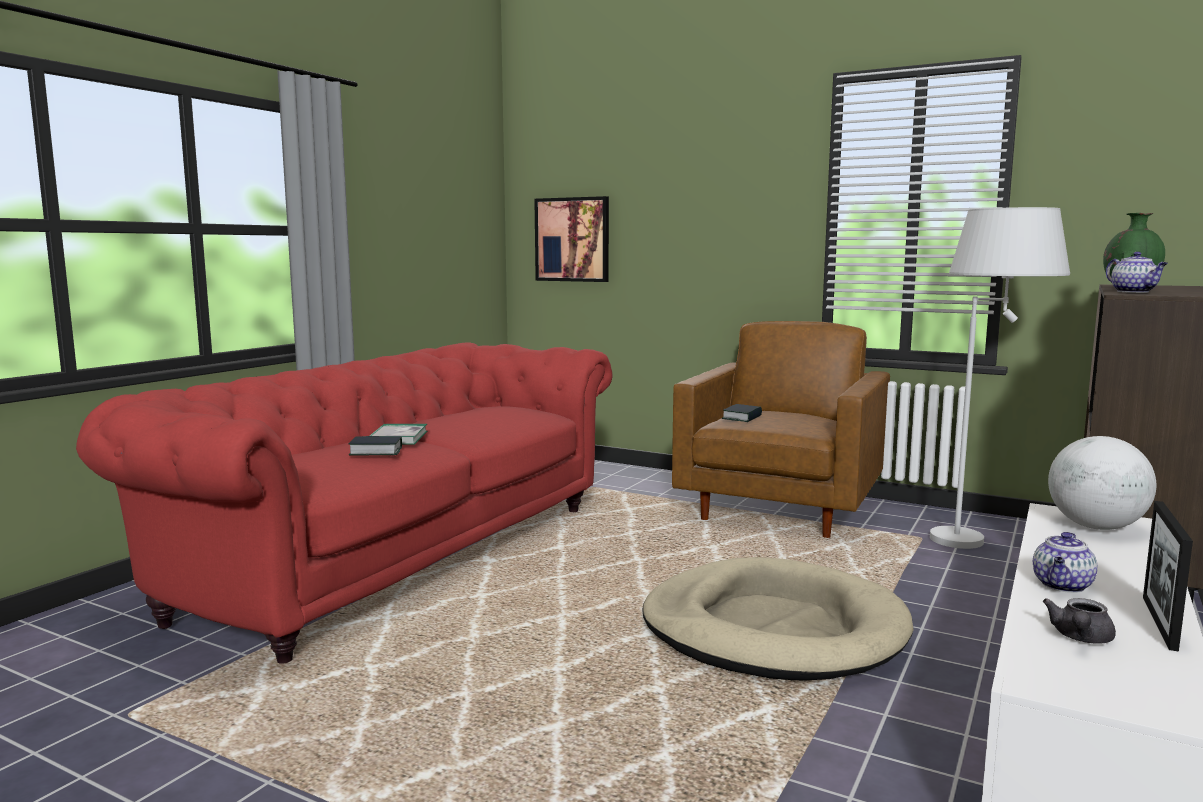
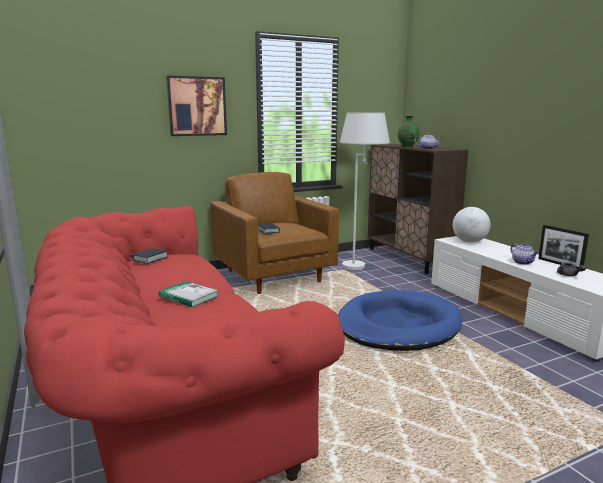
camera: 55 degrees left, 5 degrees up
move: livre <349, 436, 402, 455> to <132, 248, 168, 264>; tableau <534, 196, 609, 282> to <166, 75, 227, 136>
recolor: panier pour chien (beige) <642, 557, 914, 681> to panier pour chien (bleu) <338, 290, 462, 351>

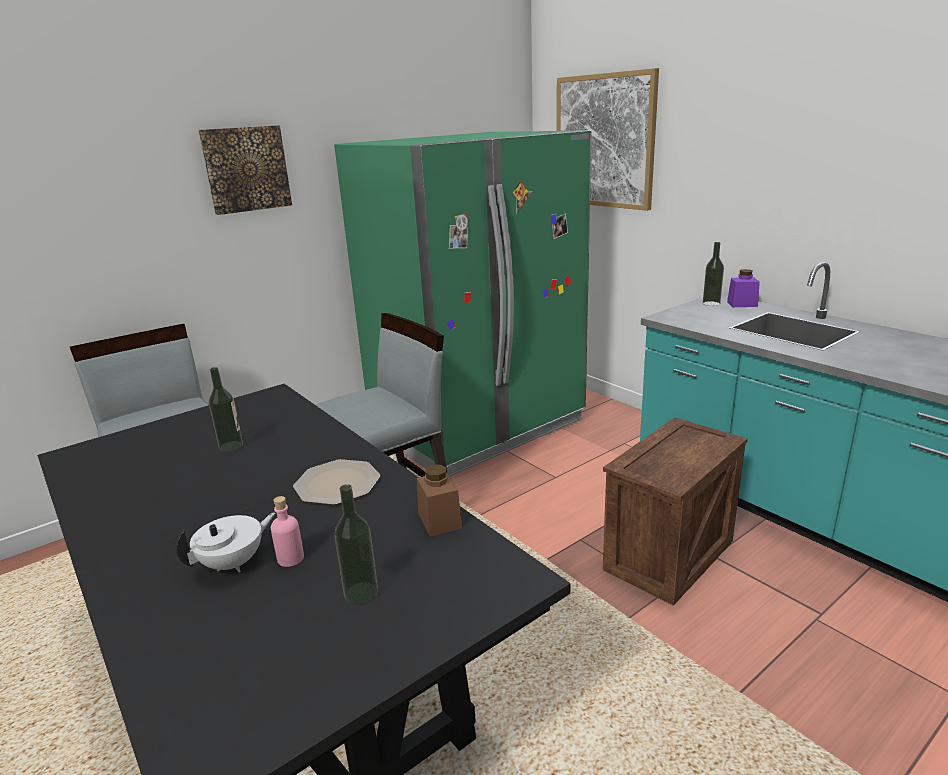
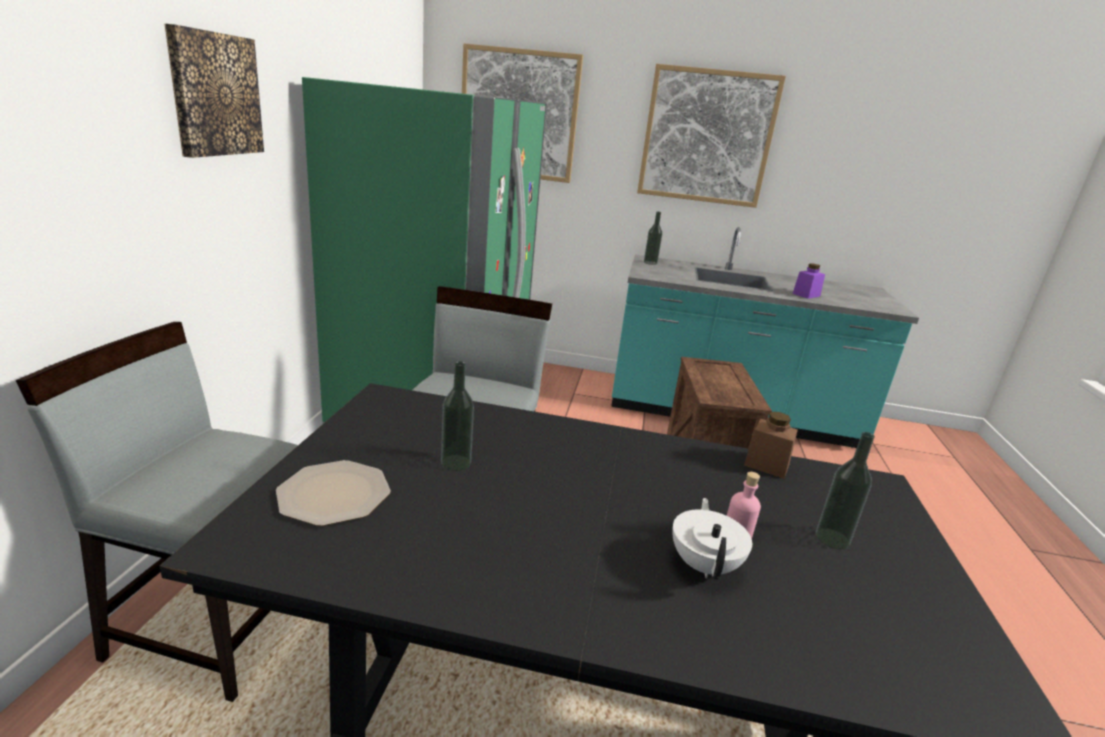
camera: 45 degrees left, 0 degrees up
insert: tableau <637, 64, 786, 208>
move: assiette <293, 459, 380, 505> to <276, 460, 391, 526>; bocal (violet) <727, 269, 760, 307> to <793, 263, 825, 299>

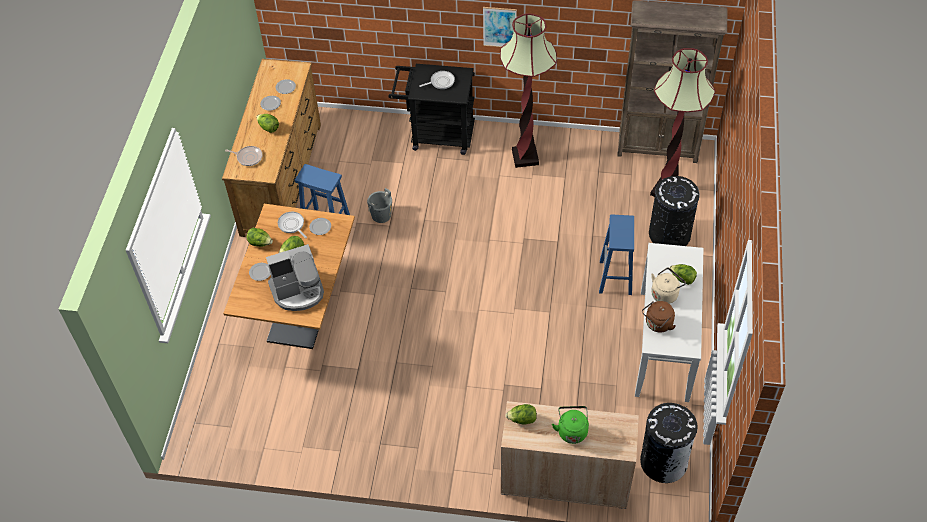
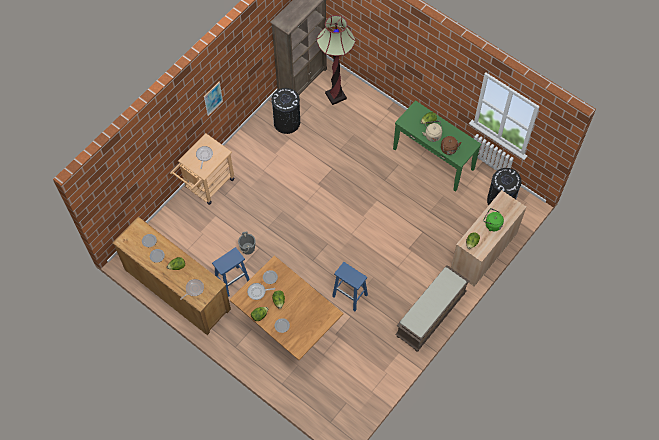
camera: 60 degrees left, 10 degrees up
delete: machine à café <266, 244, 324, 311>; lampadaire <500, 13, 557, 168>
insert: banc (marron) <395, 265, 470, 352>
move: tabouret (bleu) <599, 214, 634, 295> to <332, 262, 368, 311>; poubelle (noir) <649, 176, 699, 246> to <272, 88, 300, 134>
recolor: chariot (noir) <388, 64, 475, 155> to chariot (beige) <170, 133, 234, 205>; table console (blanc) <635, 243, 703, 402> to table console (vert) <393, 100, 481, 192>

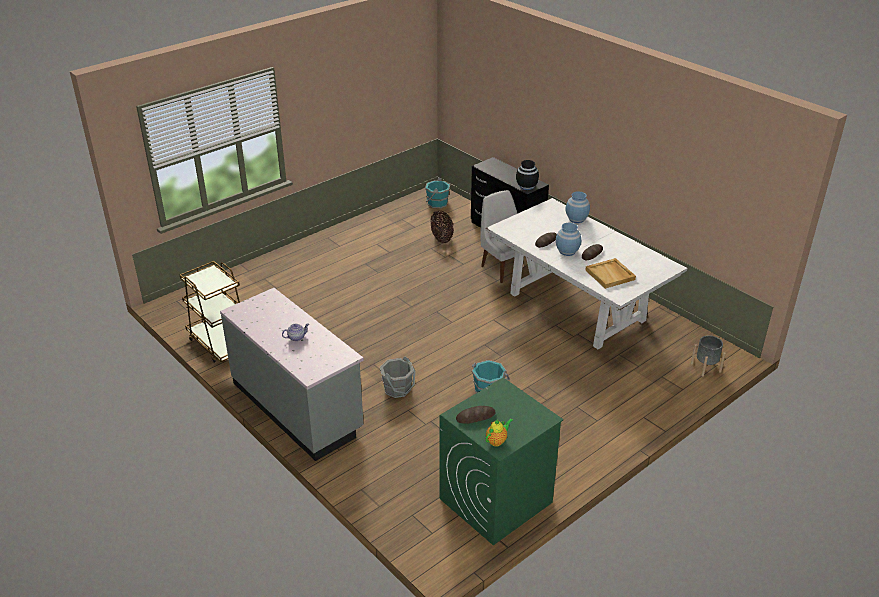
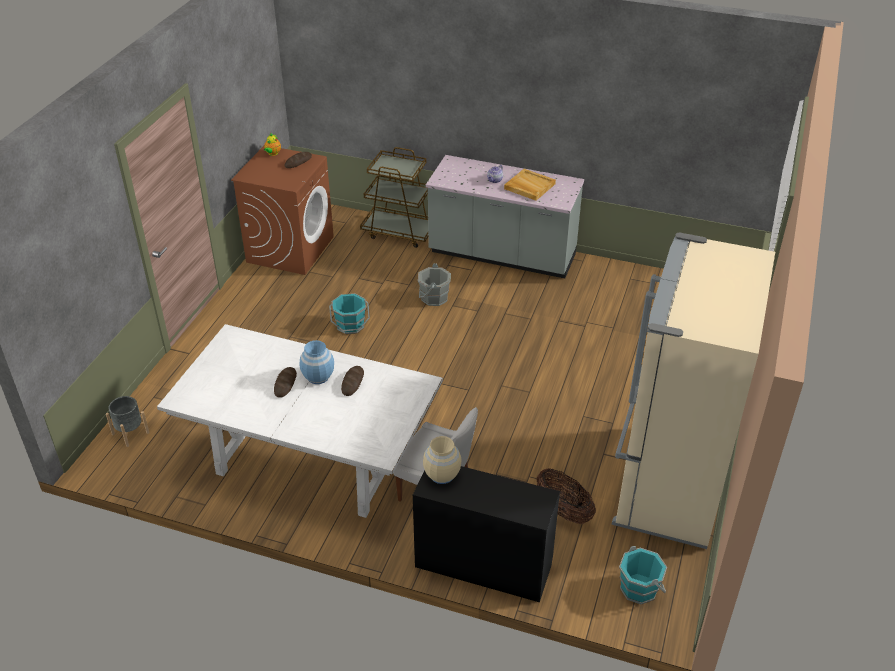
camera: 150 degrees right, 5 degrees up
delete: vase (bleu) <565, 191, 590, 223>
insert: réfrigérateur (beige) <611, 232, 775, 549>
move: chariot (marron) <180, 261, 240, 363> to <360, 147, 428, 248>; plateau (beige) <585, 258, 636, 289> to <504, 169, 556, 201>
recolor: lave-linge (vert) <440, 378, 563, 545> to lave-linge (marron) <231, 146, 334, 275>; vase (noir) <516, 160, 539, 190> to vase (beige) <423, 436, 461, 484>

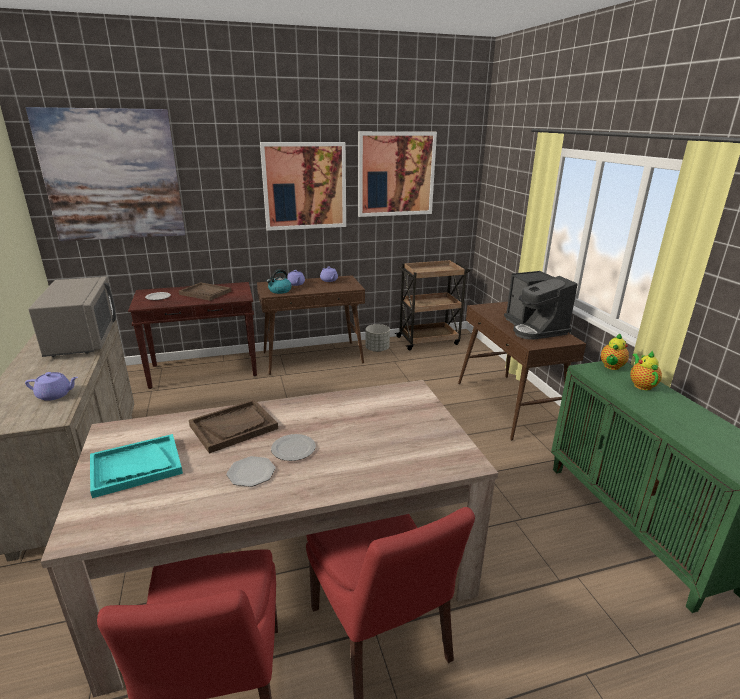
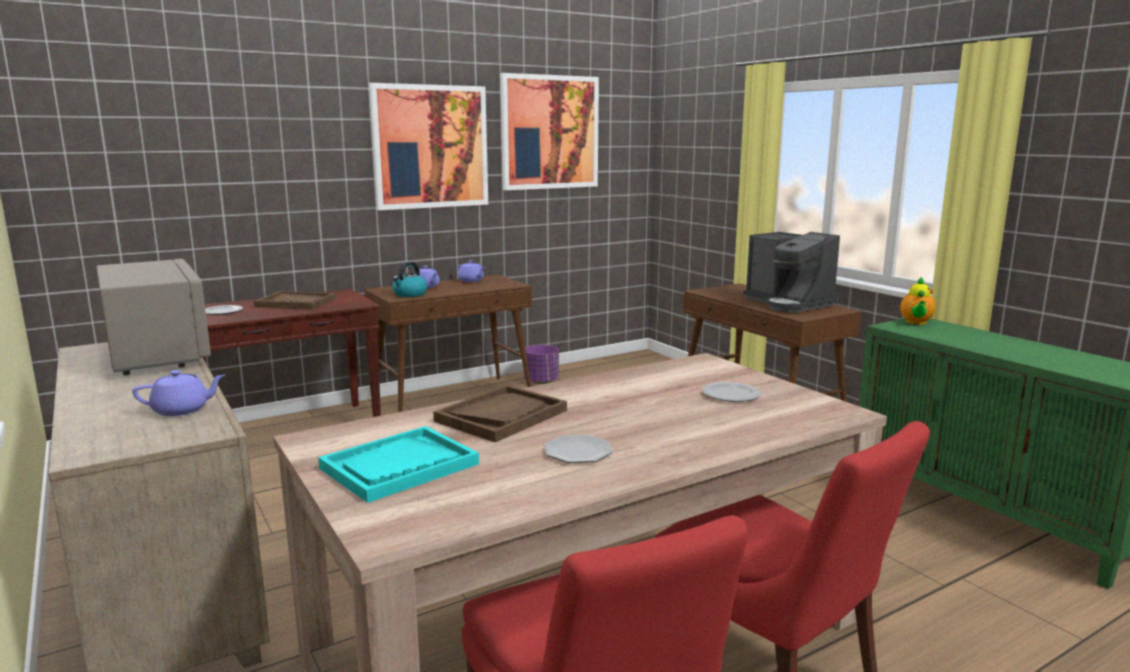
camera: 15 degrees left, 10 degrees down
delete: tableau <26, 107, 185, 241>; chariot (marron) <395, 260, 470, 350>; théière <630, 351, 662, 390>
move: assiette <271, 434, 316, 461> to <702, 382, 761, 402>
recolor: cache-pot (gris) <365, 324, 390, 352> to cache-pot (violet) <524, 345, 559, 384>

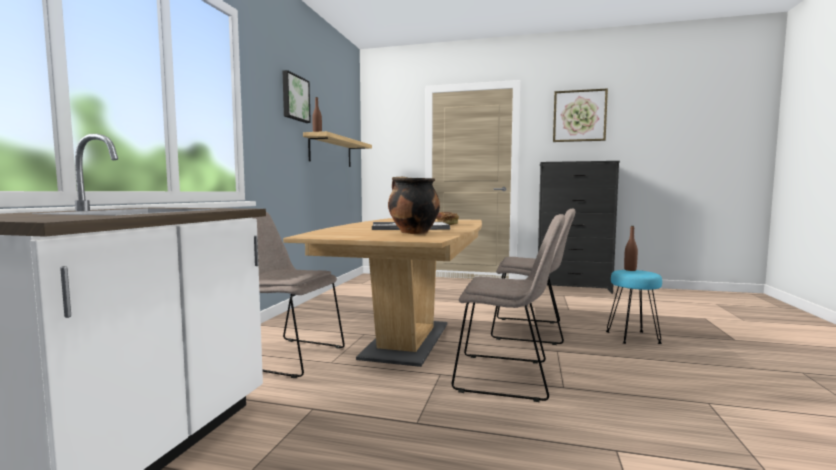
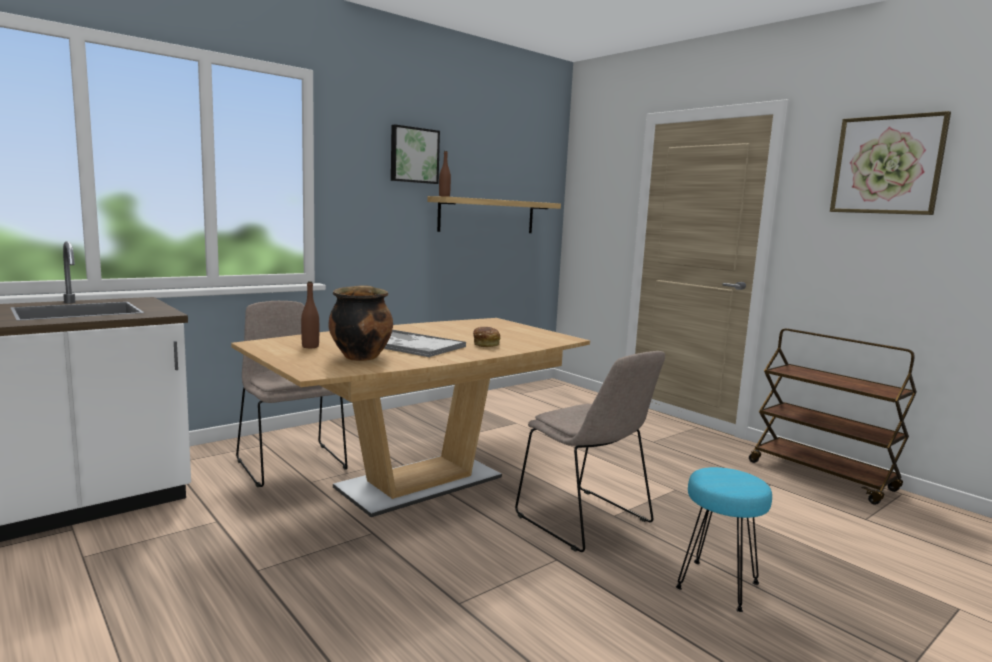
camera: 35 degrees right, 5 degrees up
delete: chaise (beige) <452, 214, 565, 402>
move: bouteille (marron) <624, 226, 638, 271> to <301, 281, 319, 348>
replace: commode (noir) <538, 161, 620, 294> to chariot (marron) <749, 328, 917, 505>

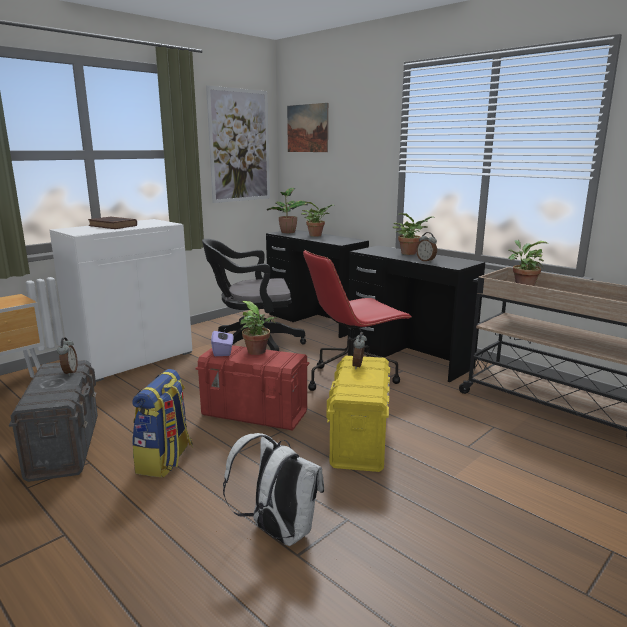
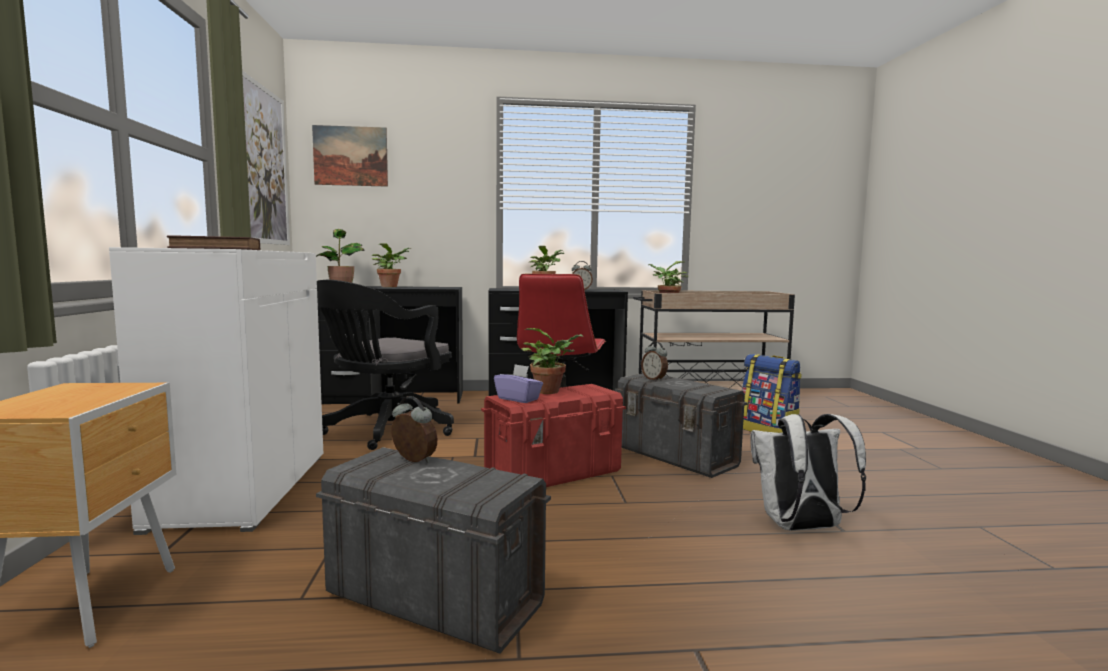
camera: 50 degrees left, 10 degrees down
move: sac à dos <132, 369, 193, 477> to <742, 354, 802, 433>
recolor: boîte de rangement (jaune) <327, 356, 390, 472> to boîte de rangement (gris) <615, 373, 748, 478>

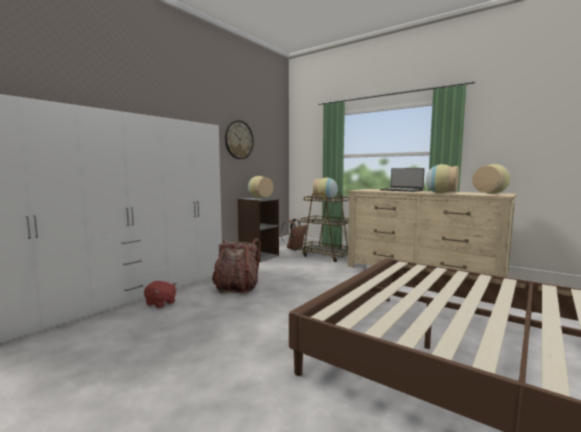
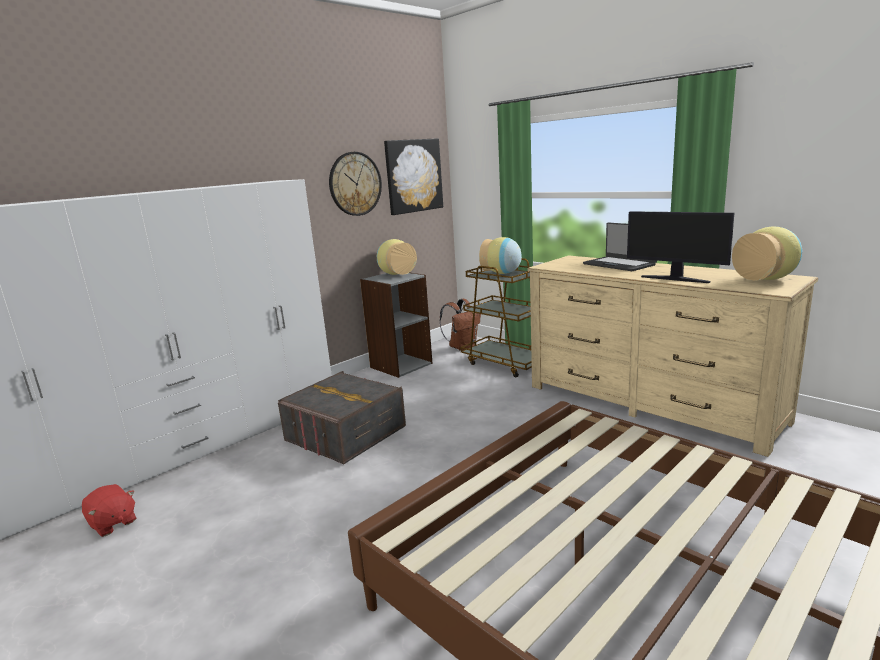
camera: 10 degrees right, 10 degrees up
insert: tableau <384, 138, 443, 215>
move: peluche (rouge) <144, 281, 176, 308> to <82, 484, 136, 537>
replace: sac à dos <212, 238, 261, 294> to boîte de rangement (gris) <278, 371, 406, 465>; vase <426, 164, 459, 193> to écran d'ordinateur <627, 211, 734, 283>

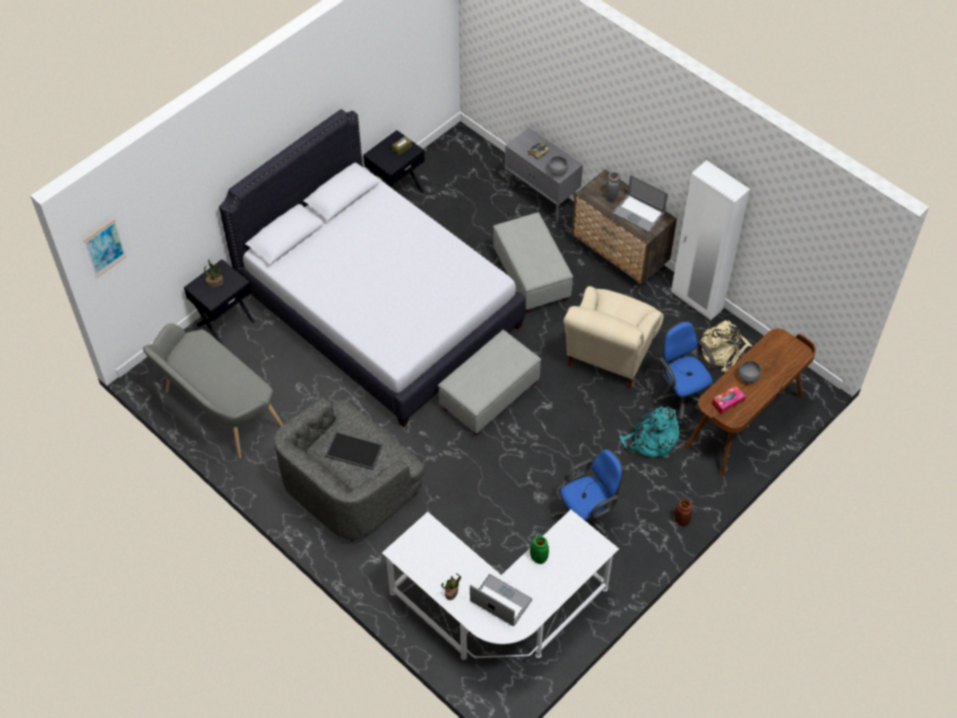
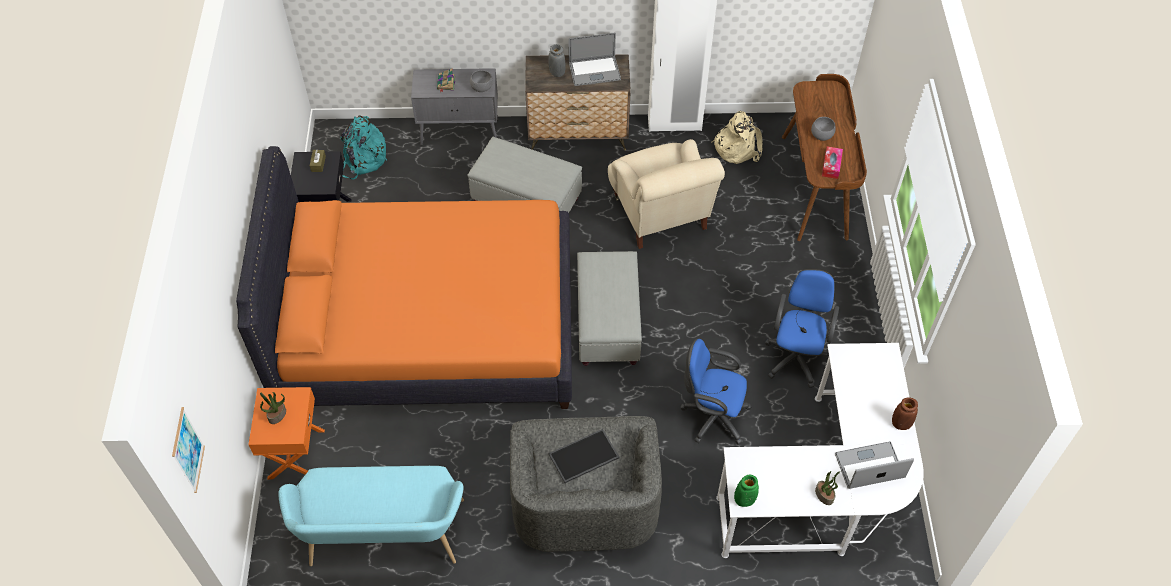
camera: 45 degrees left, 0 degrees up
move: vase (vert) <530, 536, 549, 564> to <734, 475, 759, 507>; sac à dos (turquoise) <619, 406, 680, 458> to <341, 115, 387, 180>; chaise de bureau (bleu) <653, 321, 715, 425> to <680, 339, 752, 445>; vase (marron) <674, 499, 692, 526> to <892, 397, 918, 430>
recolor: banc (gris) <143, 323, 283, 458> to banc (turquoise) <278, 466, 464, 566>; table de chevet (noir) <184, 259, 255, 346> to table de chevet (orange) <249, 387, 325, 479>; lit (blanc) <219, 109, 526, 427> to lit (orange) <236, 146, 572, 409>

